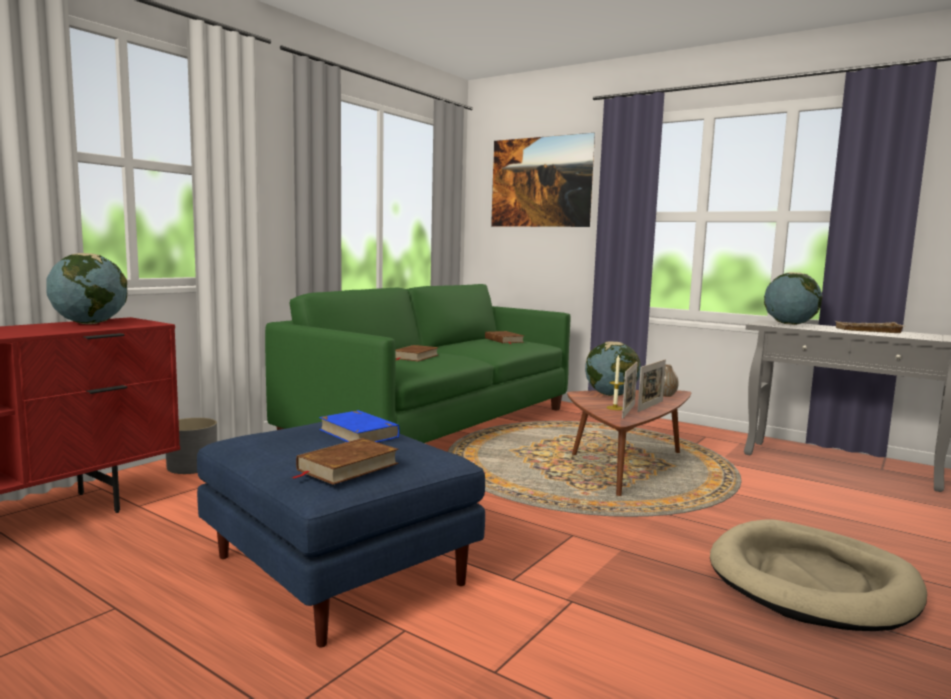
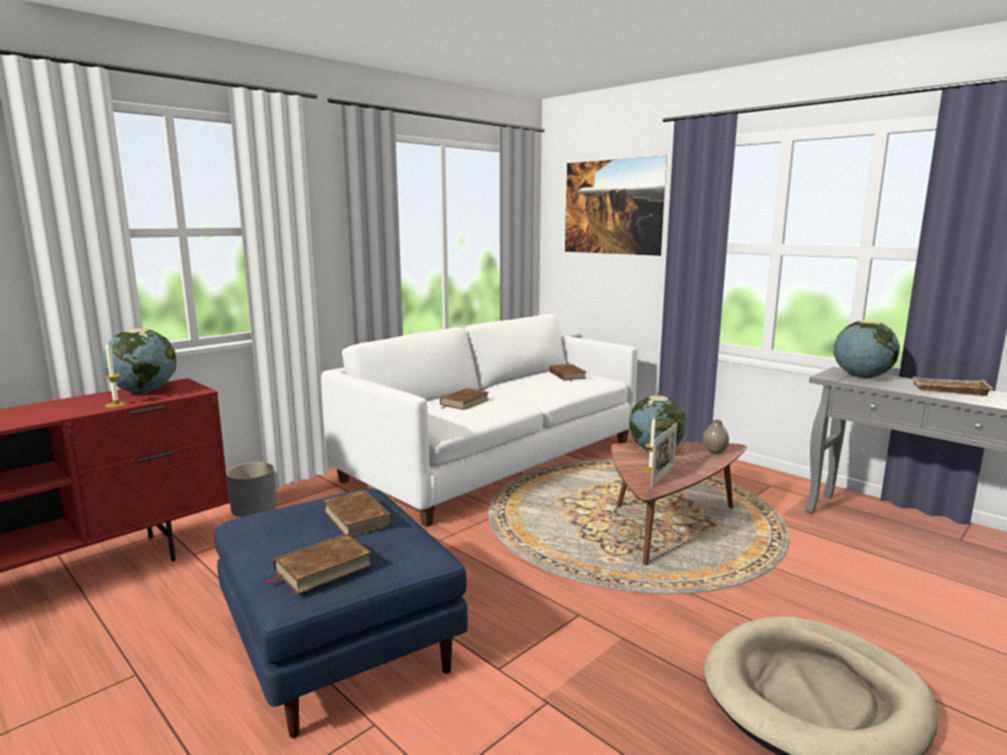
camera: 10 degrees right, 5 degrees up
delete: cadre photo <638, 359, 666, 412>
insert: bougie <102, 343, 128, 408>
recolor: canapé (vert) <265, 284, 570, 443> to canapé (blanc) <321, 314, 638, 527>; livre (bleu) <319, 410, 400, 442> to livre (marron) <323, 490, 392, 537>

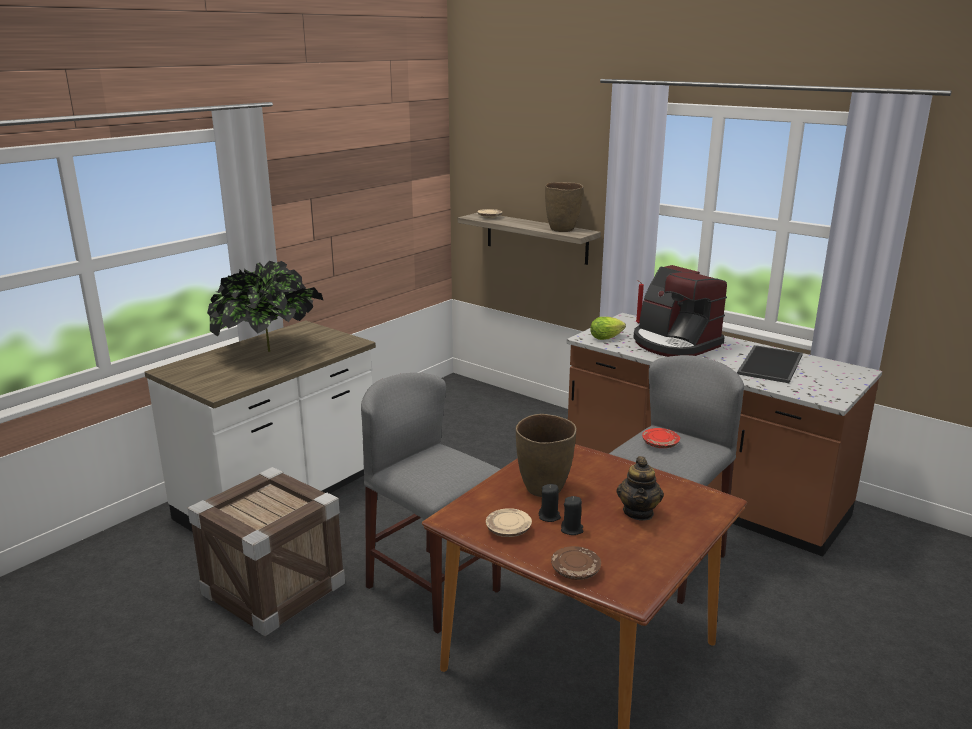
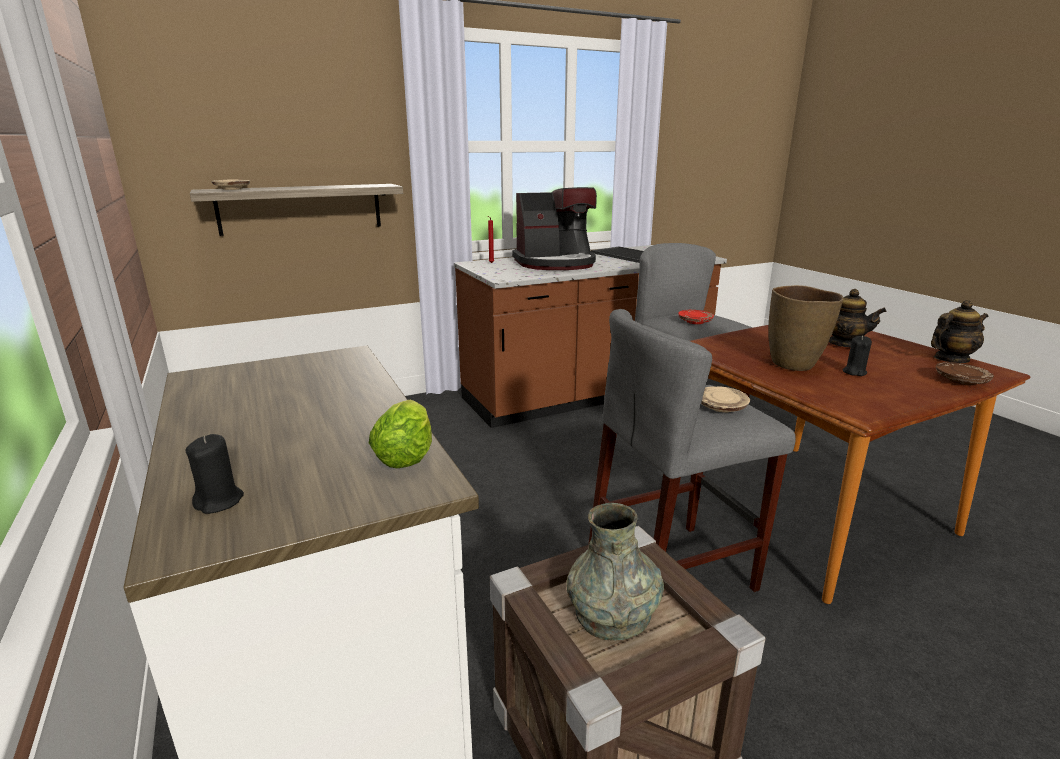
camera: 65 degrees left, 0 degrees up
delete: plante en pot <207, 261, 323, 352>; vase (marron) <545, 182, 584, 232>
insert: vase (gris) <566, 503, 664, 641>; théière <931, 300, 989, 363>
move: assiette (beige) <486, 508, 532, 537> to <701, 386, 750, 413>; bougie (noir) <561, 496, 583, 535> to <186, 434, 244, 514>; laitue <590, 317, 626, 340> to <369, 400, 432, 468>

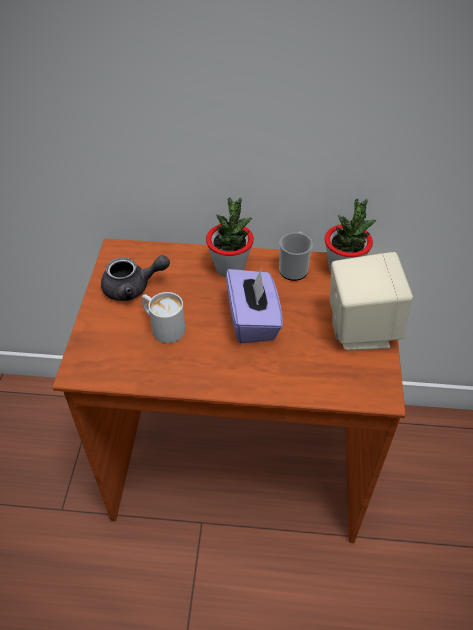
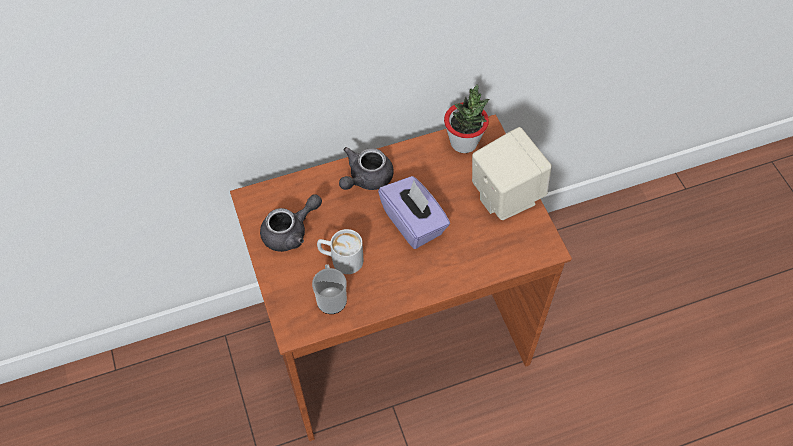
camera: 25 degrees left, 10 degrees up
move: mug <279, 232, 313, 281> to <312, 264, 347, 314>
replace: plante en pot <206, 197, 254, 277> to théière (gris) <339, 147, 394, 190>

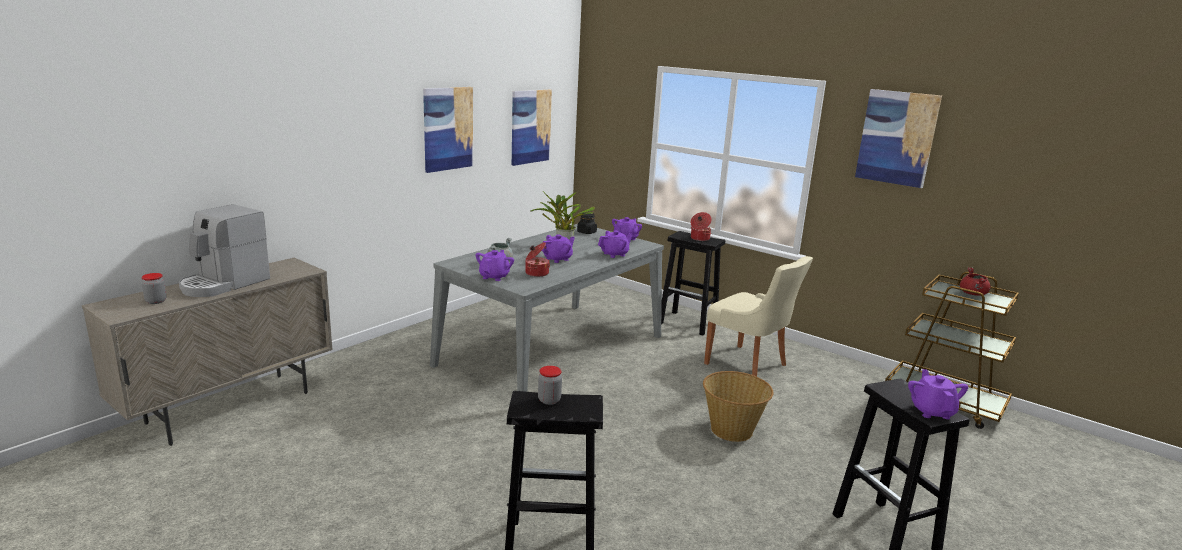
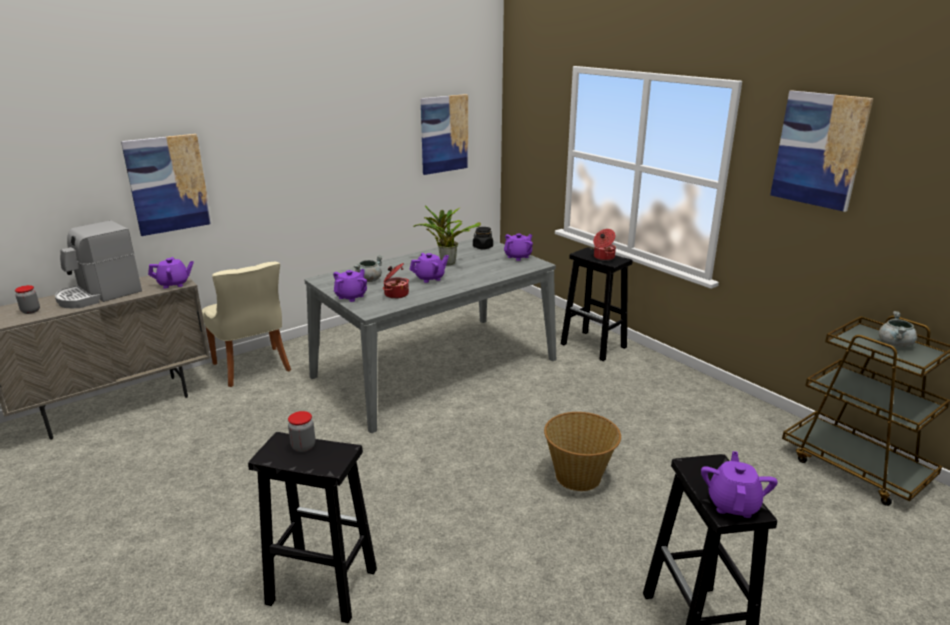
camera: 15 degrees right, 5 degrees up
move: tableau <423, 87, 473, 173> to <121, 134, 212, 236>; théière (violet) <598, 231, 633, 258> to <148, 257, 194, 288>; chaise (beige) <704, 256, 813, 376> to <202, 262, 291, 387>
recolor: marmite (rouge) <960, 268, 990, 296> to marmite (gris) <879, 311, 917, 347>

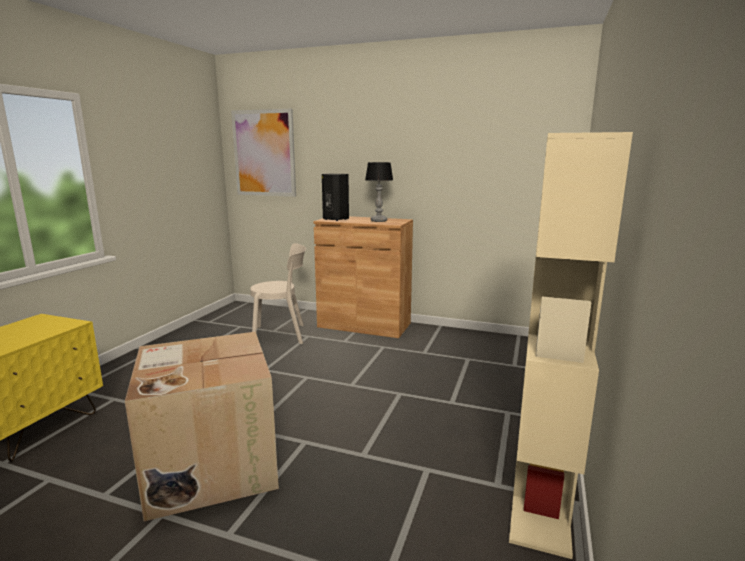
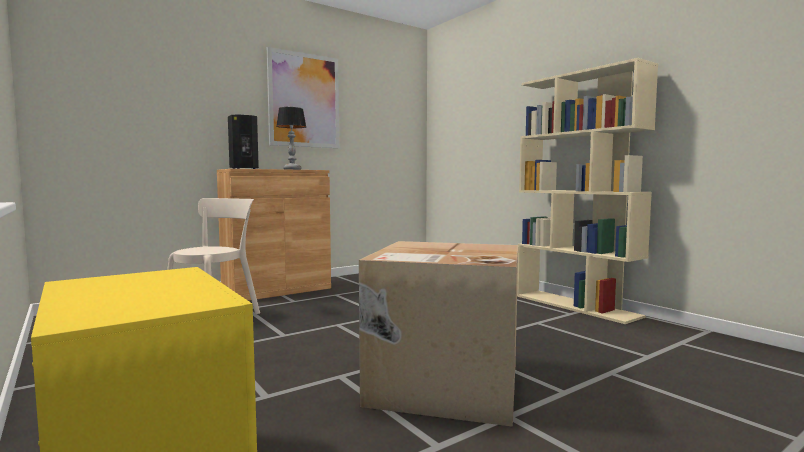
camera: 55 degrees left, 10 degrees down
move: tableau <231, 109, 296, 197> to <267, 47, 339, 148>

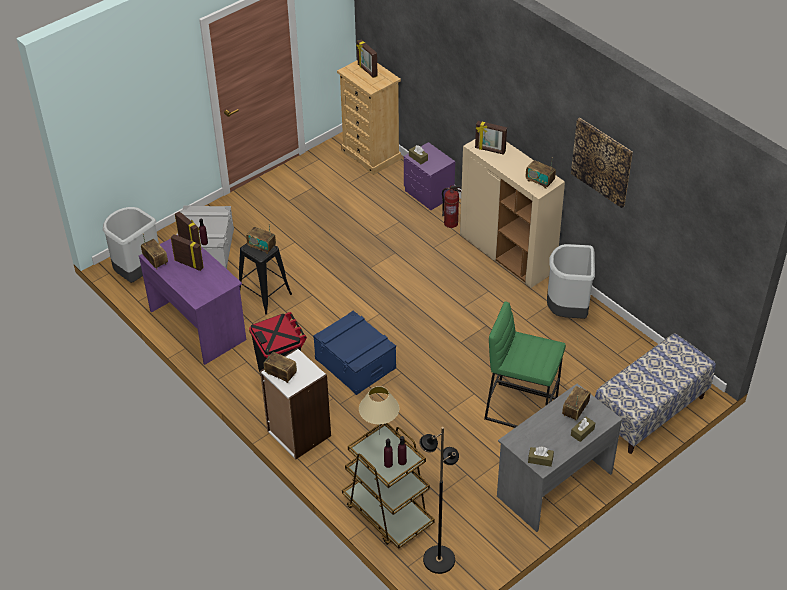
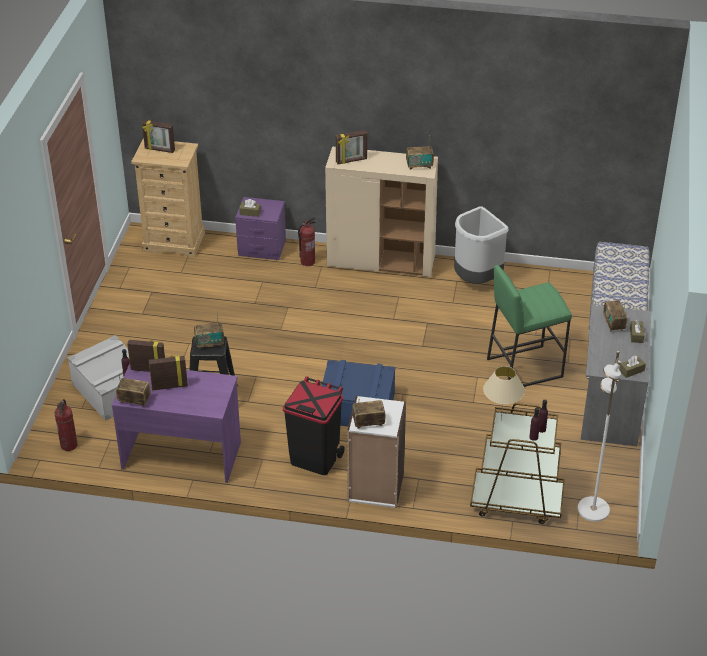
camera: 40 degrees left, 5 degrees down
delete: tableau <571, 118, 633, 208>
replace: poubelle (gris) <103, 207, 159, 283> to extincteur <55, 399, 78, 451>
recolor: lampadaire (noir) <419, 427, 459, 574> to lampadaire (blanc) <577, 351, 621, 522>

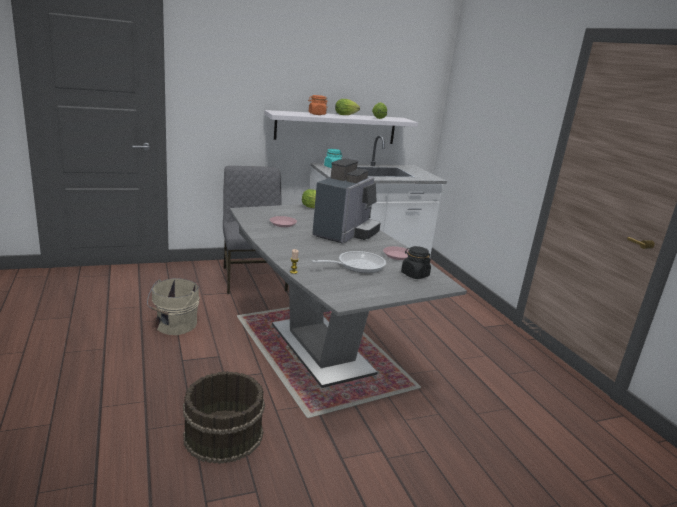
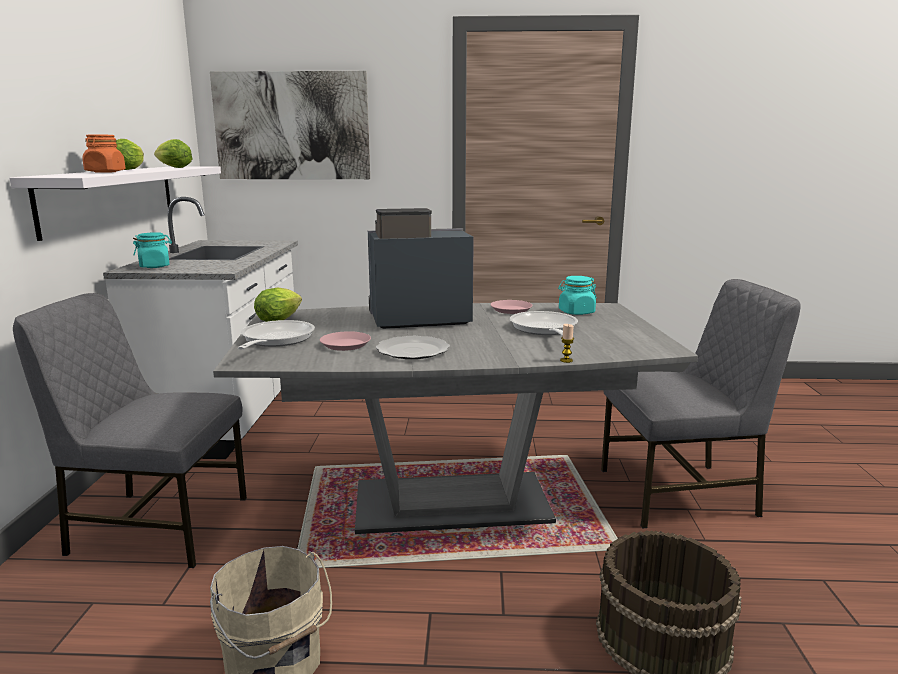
camera: 65 degrees left, 5 degrees down
insert: tableau <210, 71, 370, 179>; poêle <238, 320, 315, 350>; assiette <376, 336, 450, 359>; chaise (gris) <601, 279, 801, 528>
recolor: bocal (noir) <401, 246, 431, 279> to bocal (turquoise) <558, 276, 596, 315>
rotate: machine à café <312, 158, 381, 244> = <368, 208, 474, 329> 60 degrees counterclockwise

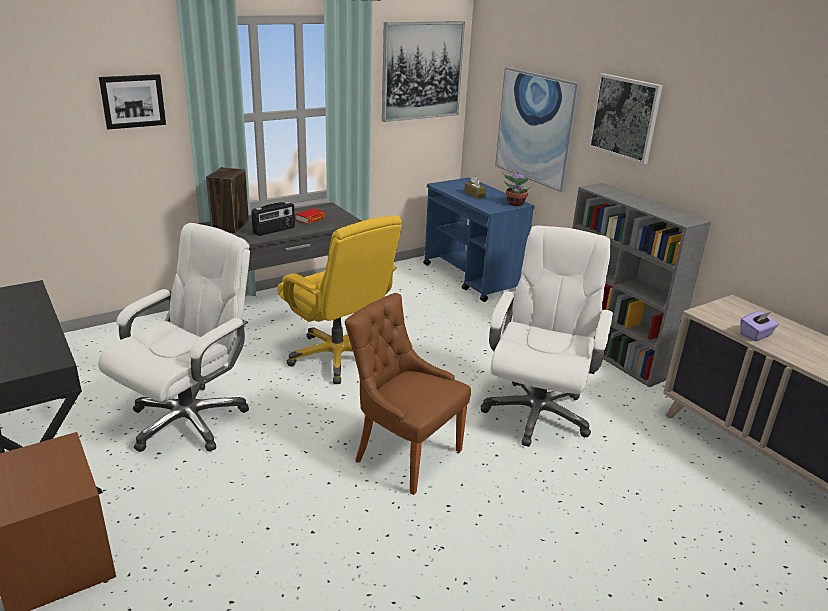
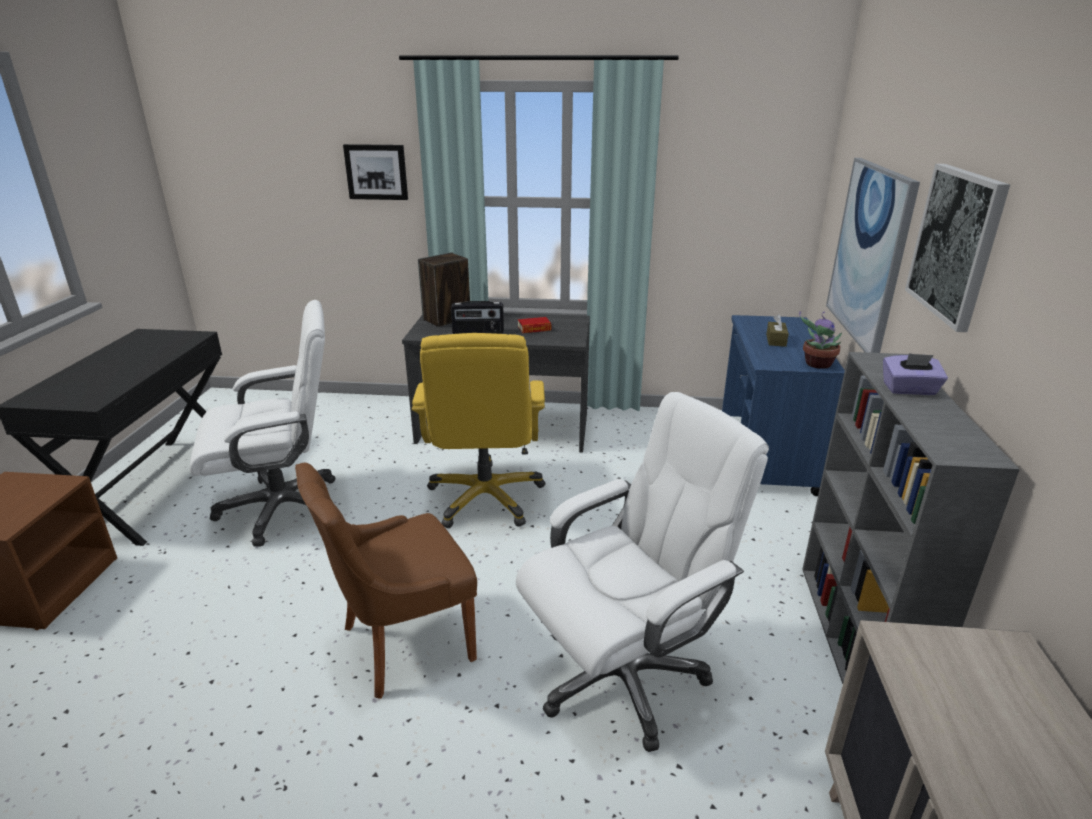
camera: 40 degrees right, 0 degrees up
delete: tableau <382, 21, 465, 122>
move: boîte à mouchoirs (violet) <740, 311, 779, 341> to <883, 353, 948, 395>
rotate: chaise (marron) <345, 293, 471, 495> = <295, 462, 477, 699> 105 degrees counterclockwise

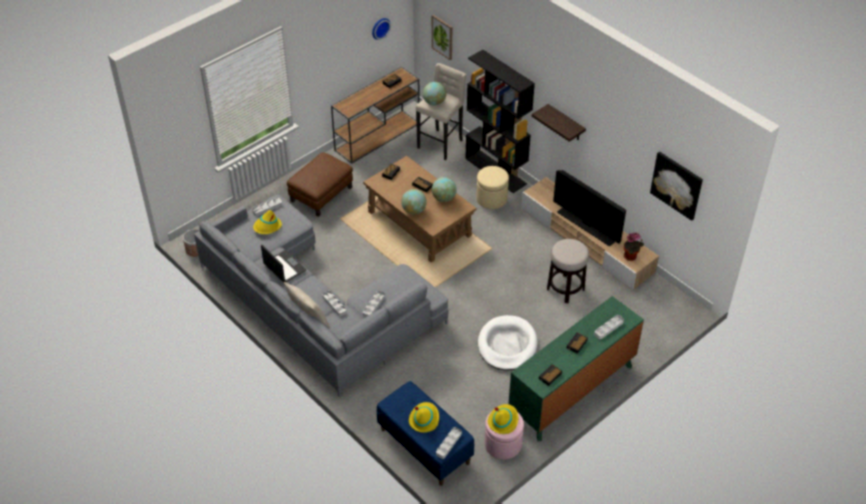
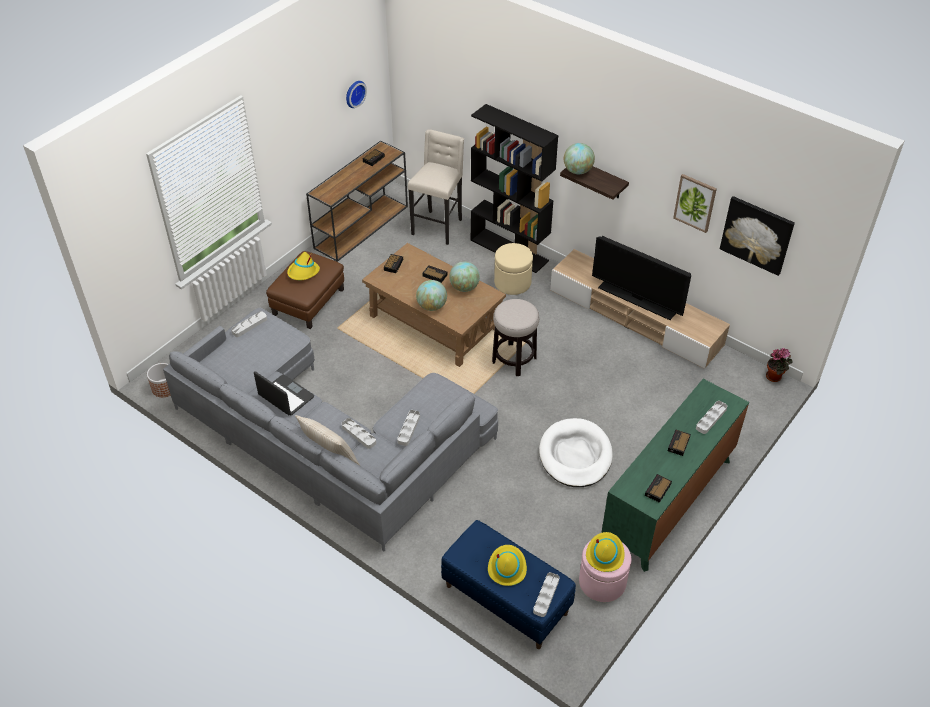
camera: 10 degrees left, 0 degrees up
move: chapeau (jaune) <253, 210, 282, 234> to <287, 252, 320, 280>; globe <423, 82, 446, 106> to <564, 143, 595, 174>; tableau <432, 15, 452, 60> to <673, 174, 717, 233>; tabouret <547, 239, 589, 303> to <492, 299, 539, 376>; plante en pot <624, 233, 644, 261> to <766, 348, 793, 382>

